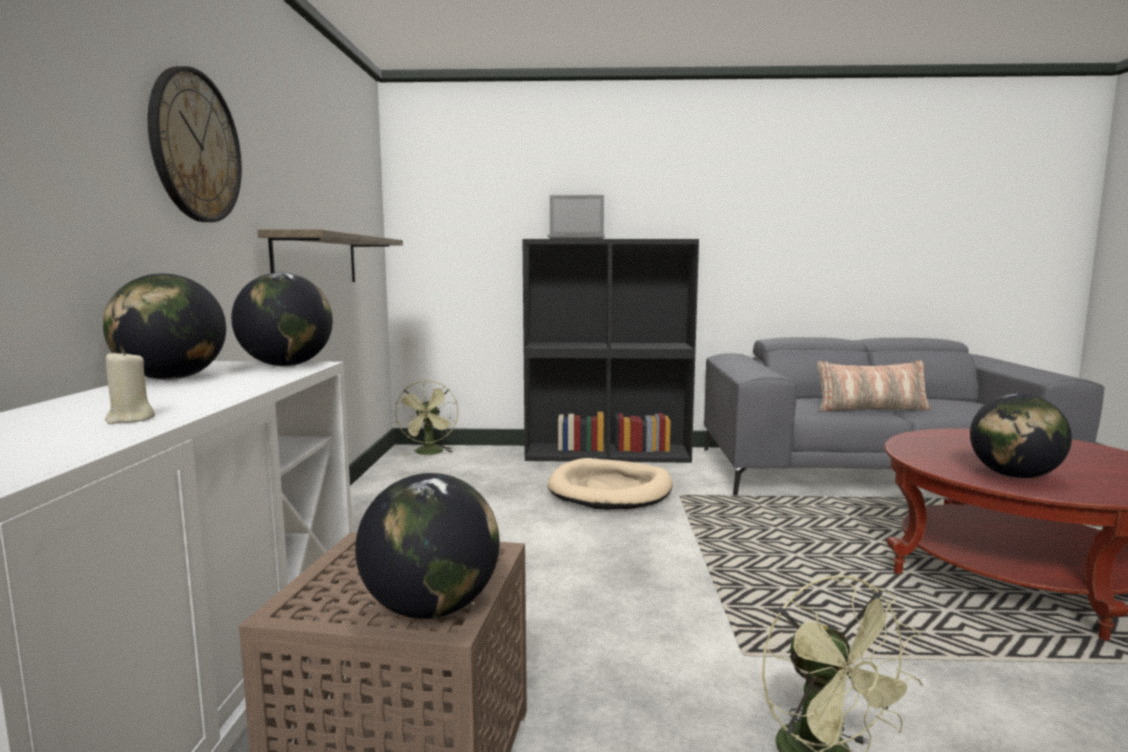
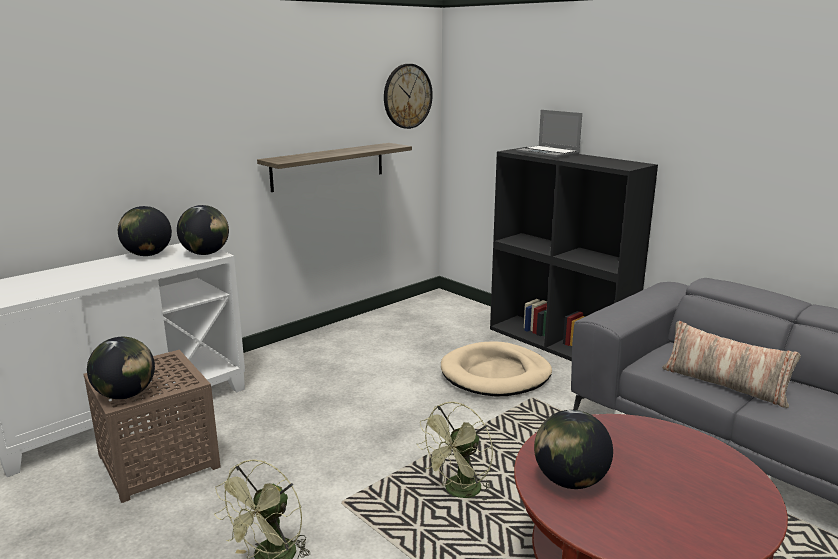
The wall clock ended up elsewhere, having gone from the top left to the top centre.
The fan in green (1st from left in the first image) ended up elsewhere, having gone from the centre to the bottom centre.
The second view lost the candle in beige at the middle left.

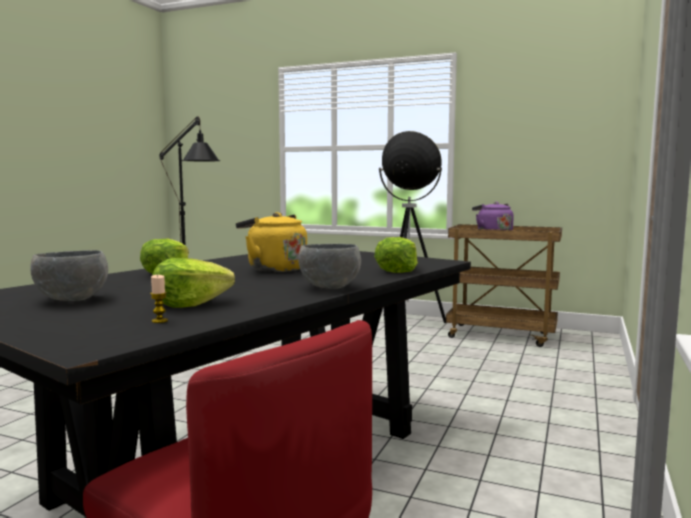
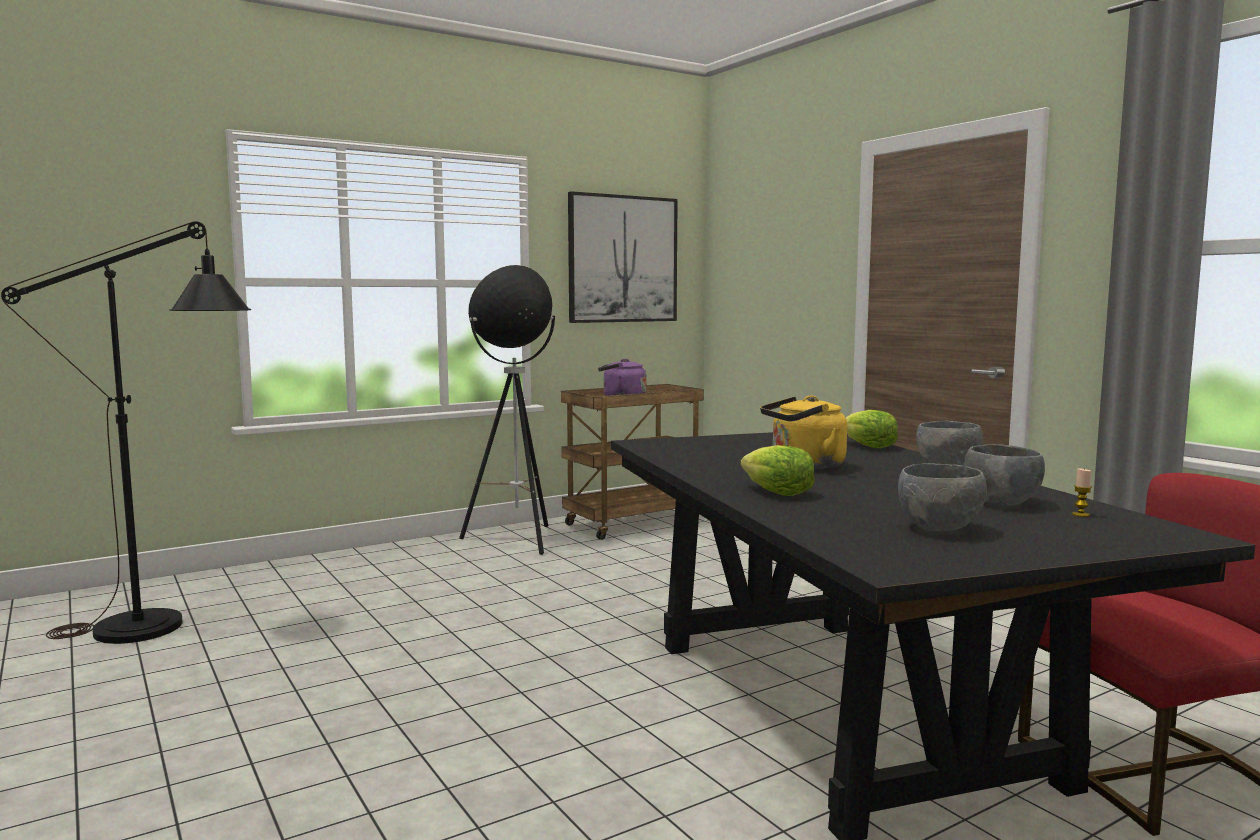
The second view gained the picture at the top centre.
Where the lettuce (2nd from left) stood at the middle left, the bowl in grey (3rd from left) came to stand at the middle right.

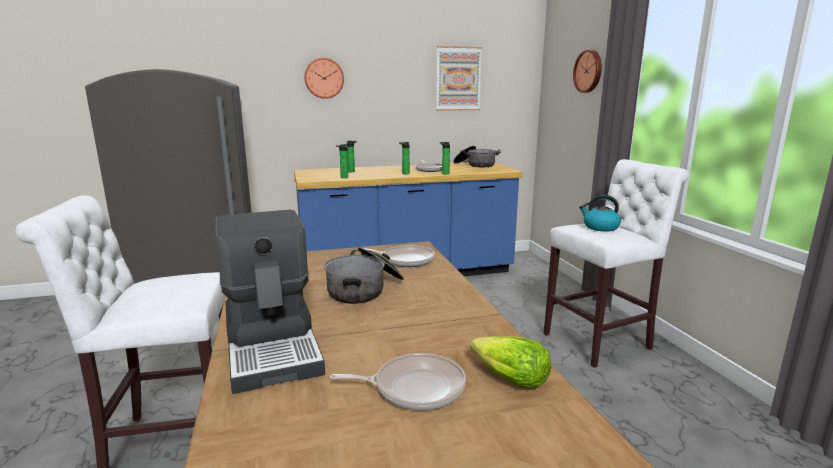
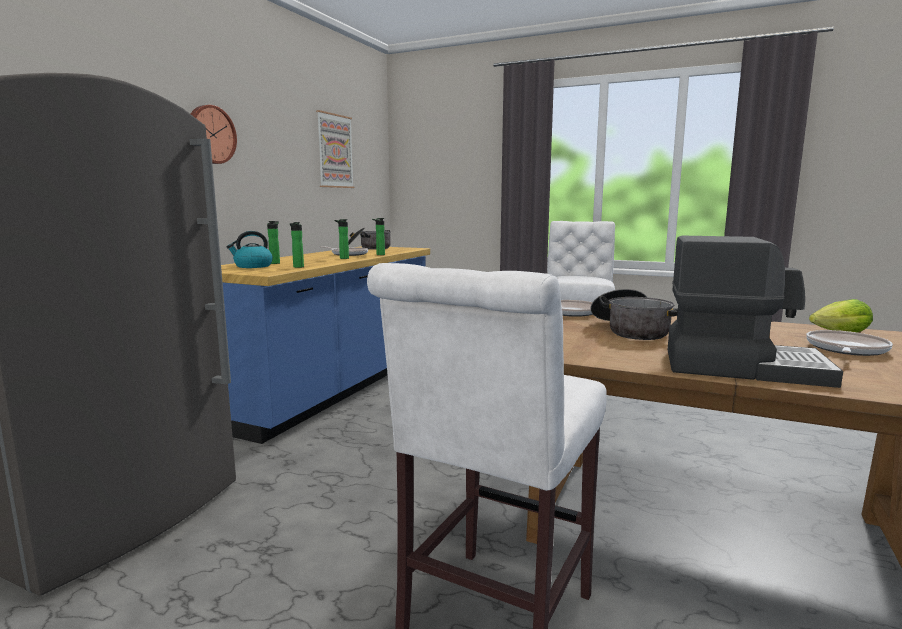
The kettle ended up elsewhere, having gone from the middle right to the middle left.
The second view lost the wall clock (2nd from left) at the top right.

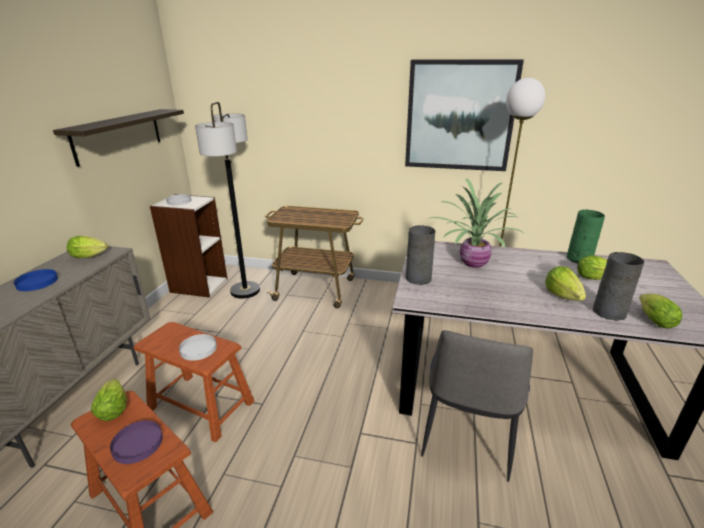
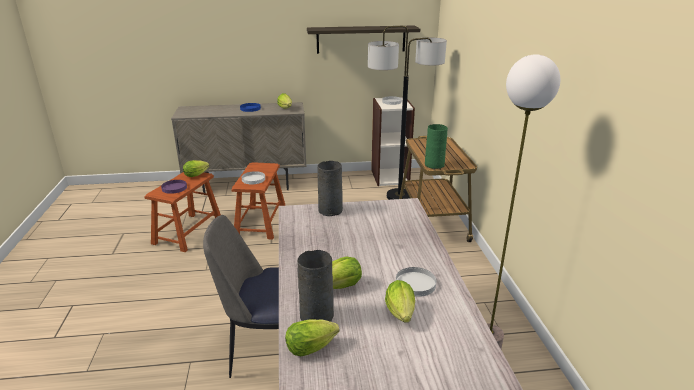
The second view gained the plate in white (3rd from left) at the bottom centre.
The vase in green ended up elsewhere, having gone from the middle right to the centre.
The second view lost the picture at the top centre.
The second view lost the potted plant at the middle right.

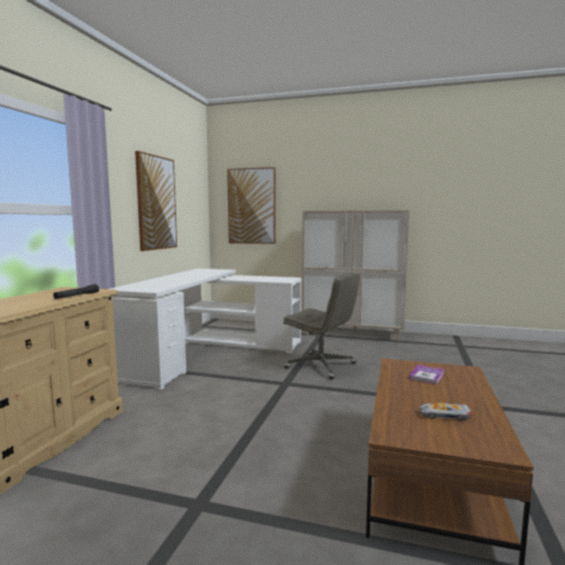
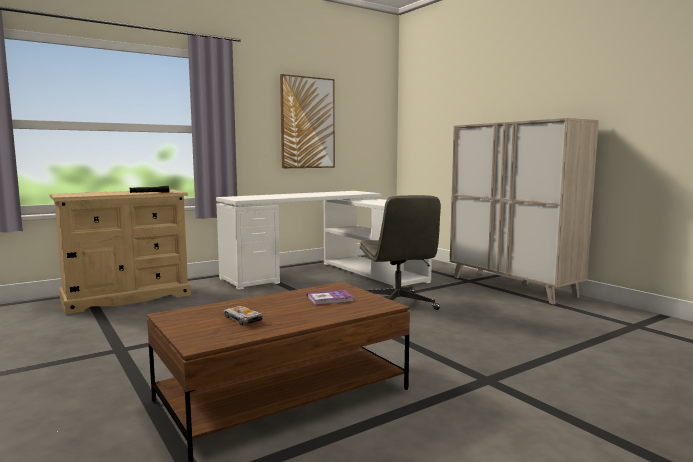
The second view lost the picture (2nd from left) at the centre.

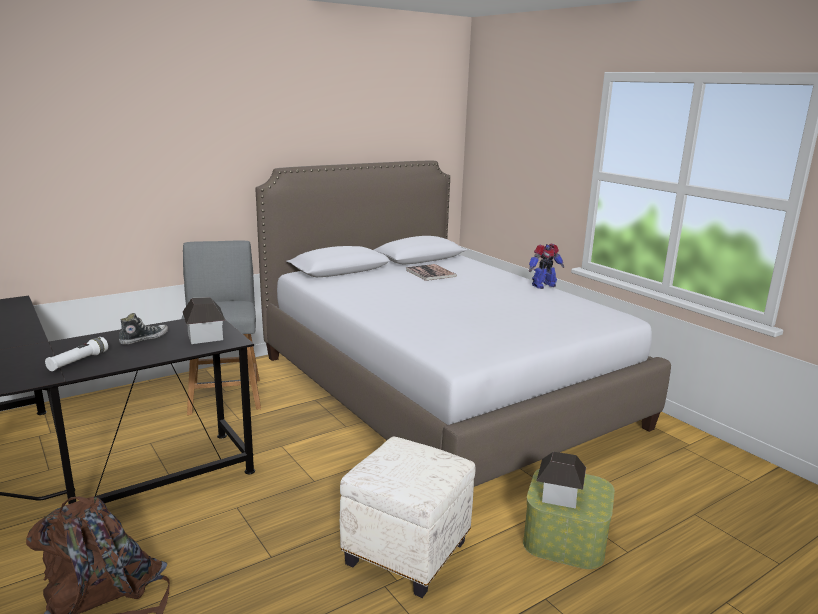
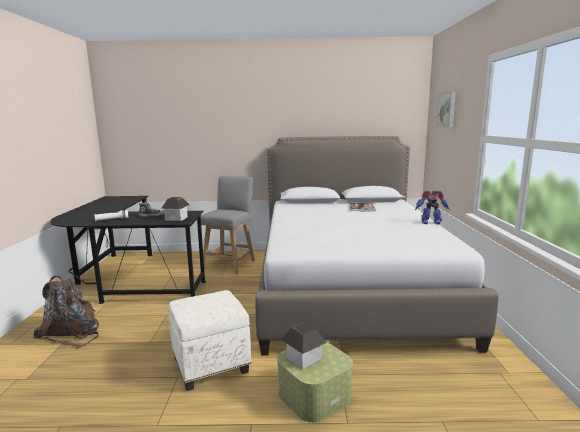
The second view gained the picture at the top right.

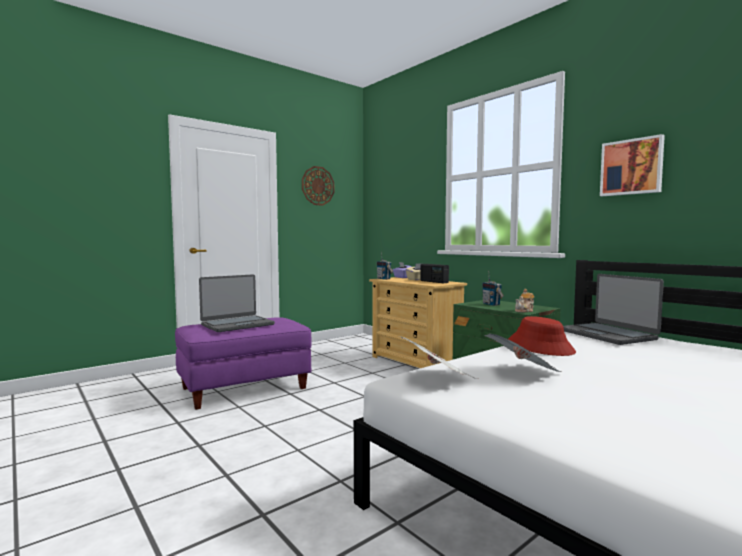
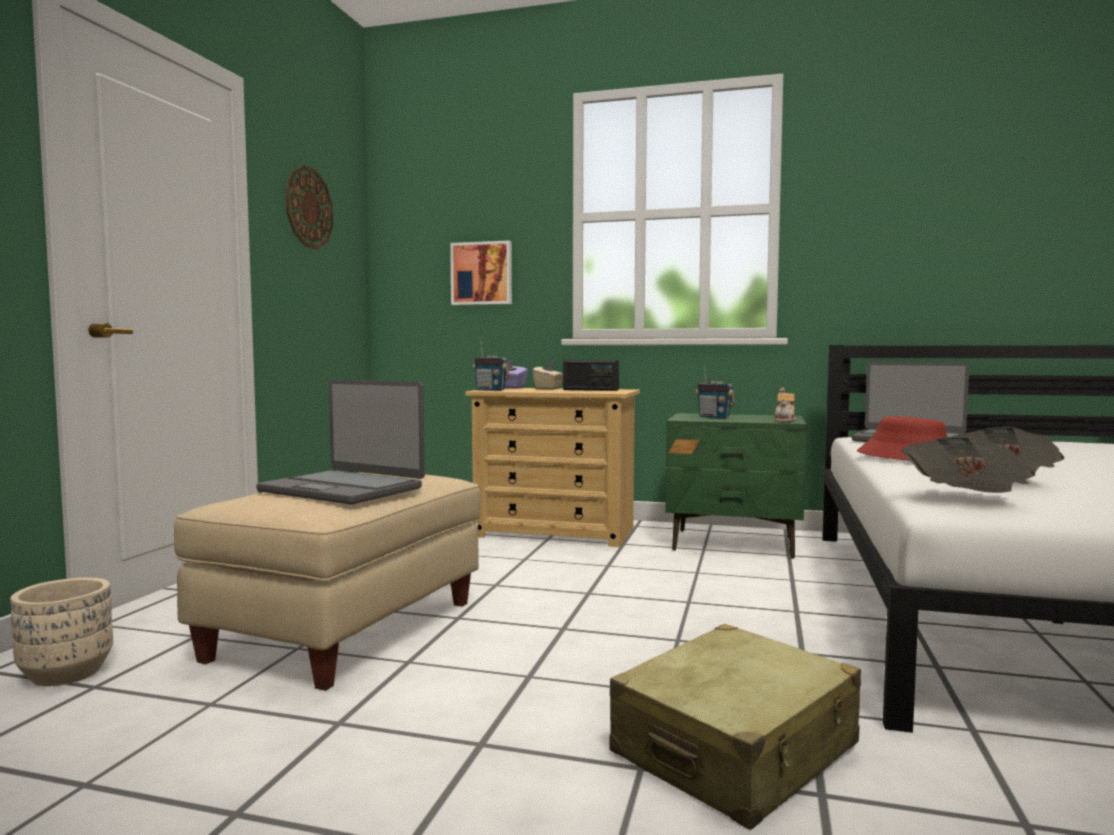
The second view gained the planter in beige at the bottom left.
What was the ottoman in purple at the middle left turned into the ottoman in beige at the bottom left.
The laptop (1st from left) at the middle left ended up facing another way, 105 degrees clockwise from before.
The picture ended up elsewhere, having gone from the top right to the top centre.
The second view gained the suitcase in beige at the bottom centre.

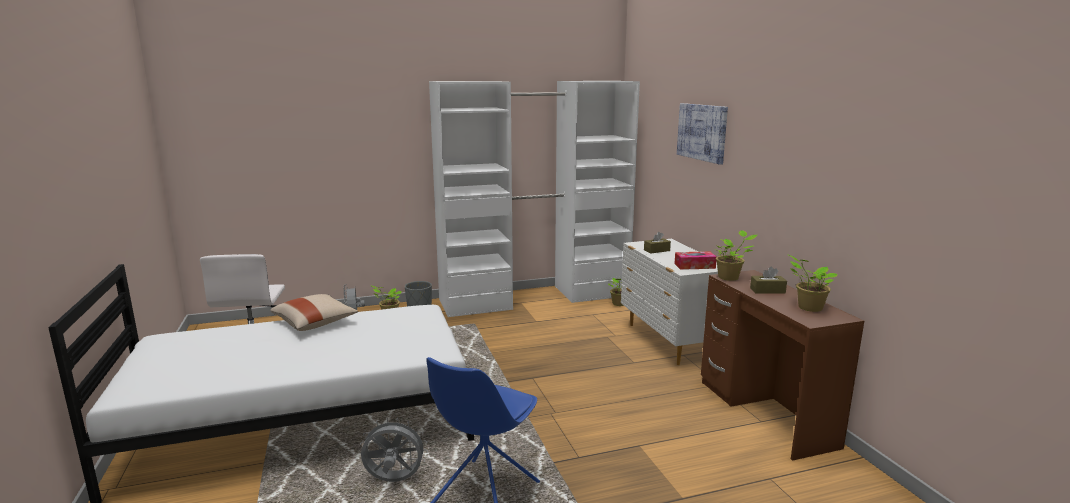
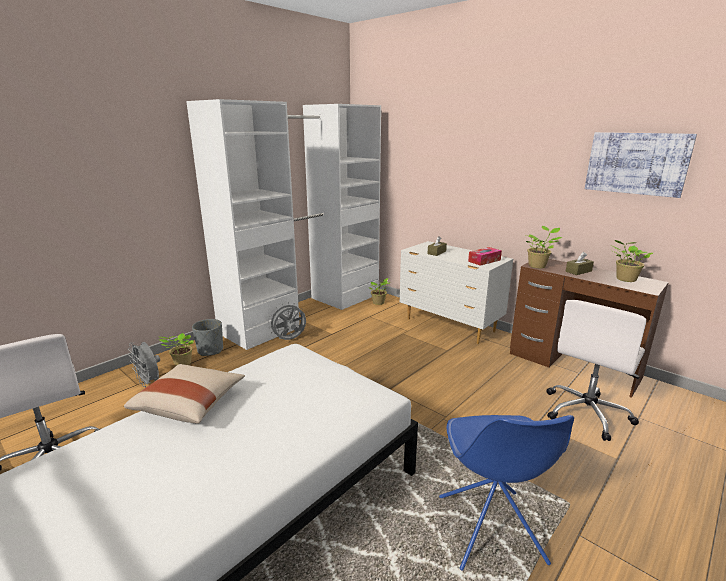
The fan in grey (2nd from left) ended up elsewhere, having gone from the bottom centre to the centre.
The second view gained the office chair in white (2nd from left) at the middle right.
The picture ended up elsewhere, having gone from the top centre to the top right.

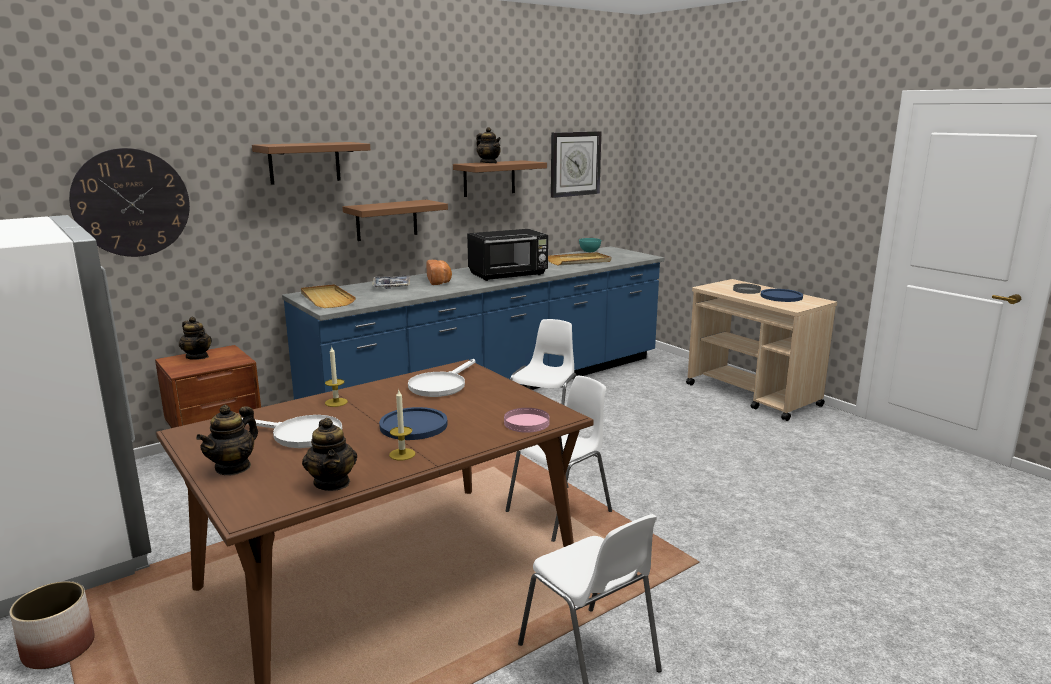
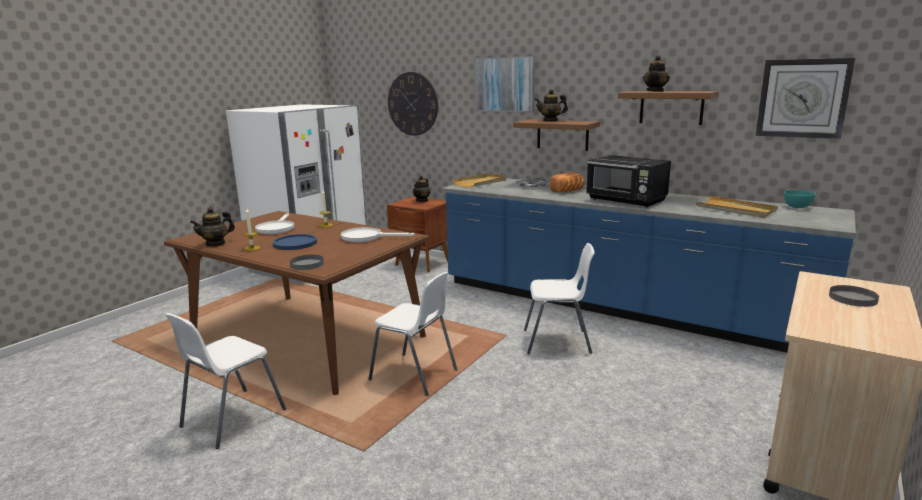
What was the plate in pink at the centre turned into the plate in grey (1st from left) at the middle left.
Where the shelf in brown (1st from left) hung at the top left, the picture came to hang at the top centre.
The teapot (2nd from left in the first image) ended up elsewhere, having gone from the middle left to the top centre.
The second view lost the planter at the bottom left.
The second view lost the plate in blue (2nd from left) at the middle right.

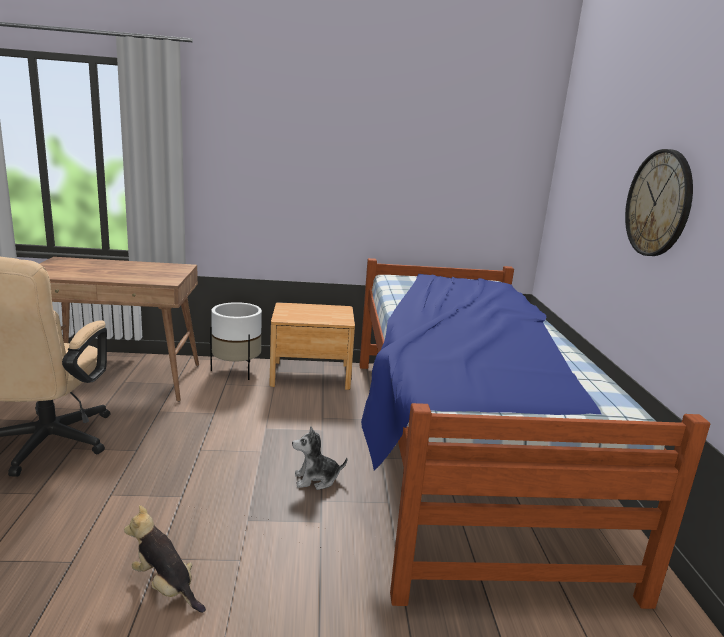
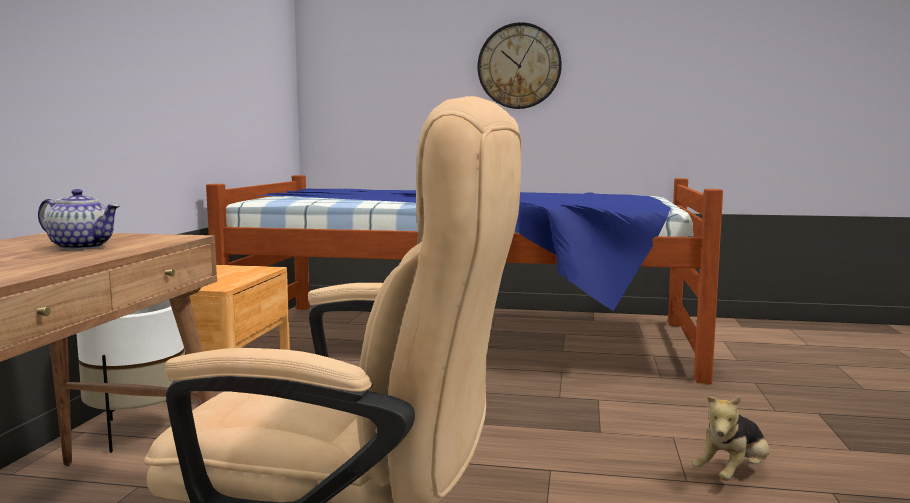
The second view gained the teapot at the middle left.
The second view lost the plush toy (2nd from left) at the bottom centre.

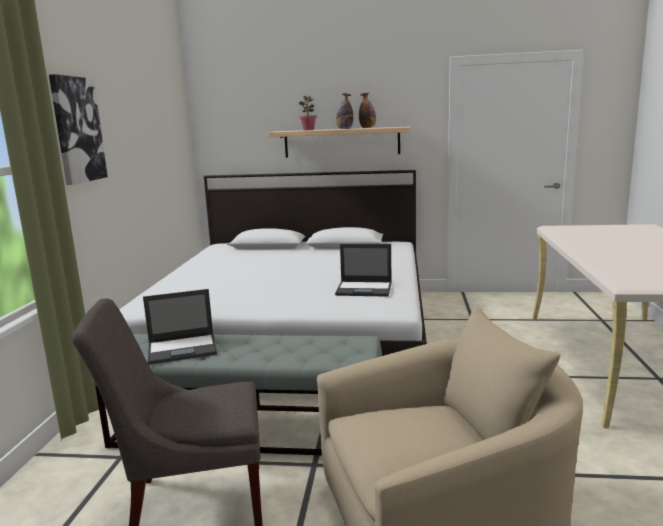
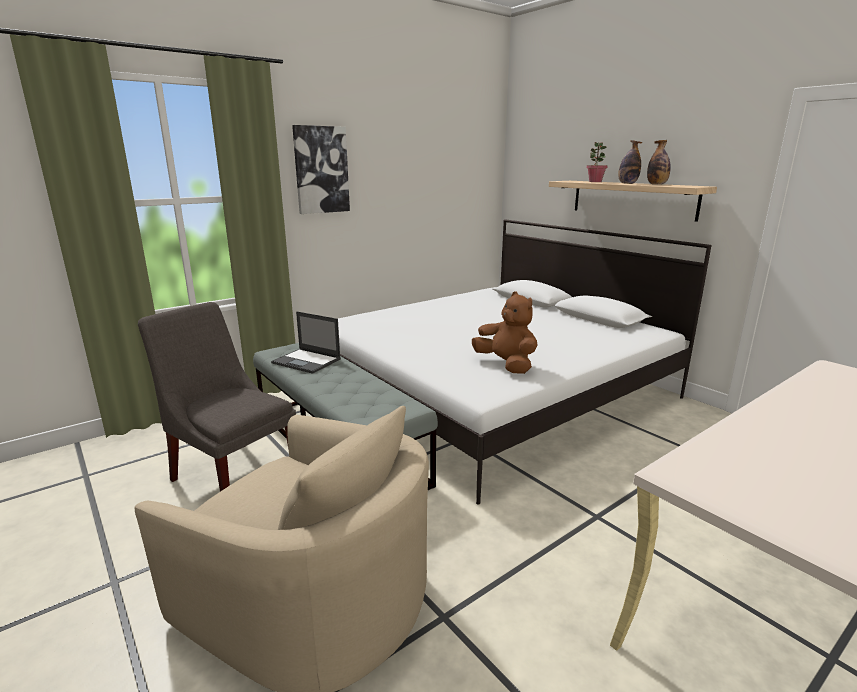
Where the laptop (2nd from left) stood at the centre, the plush toy in brown came to stand at the centre.

